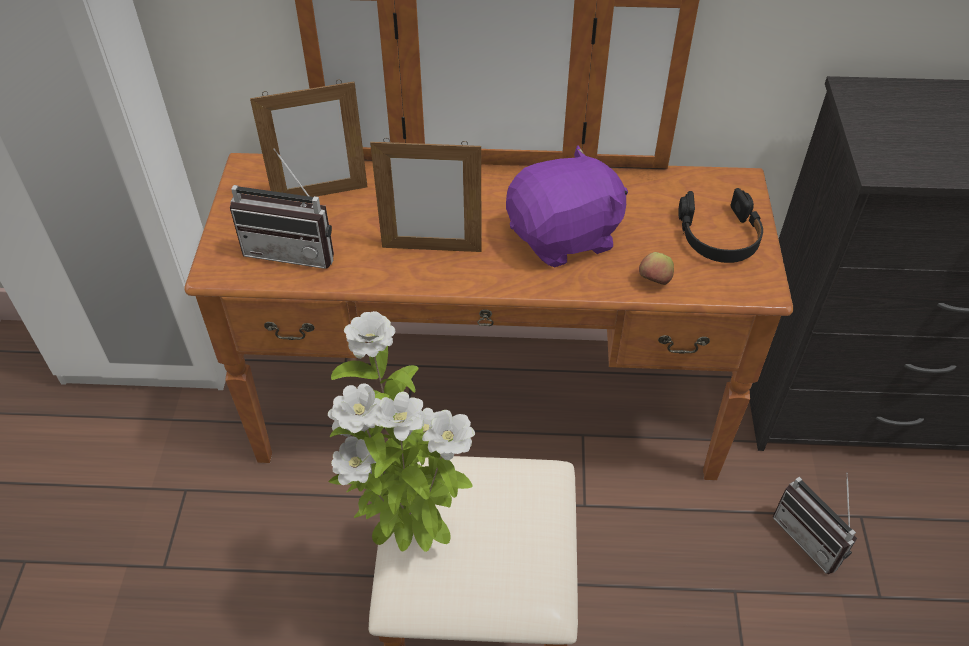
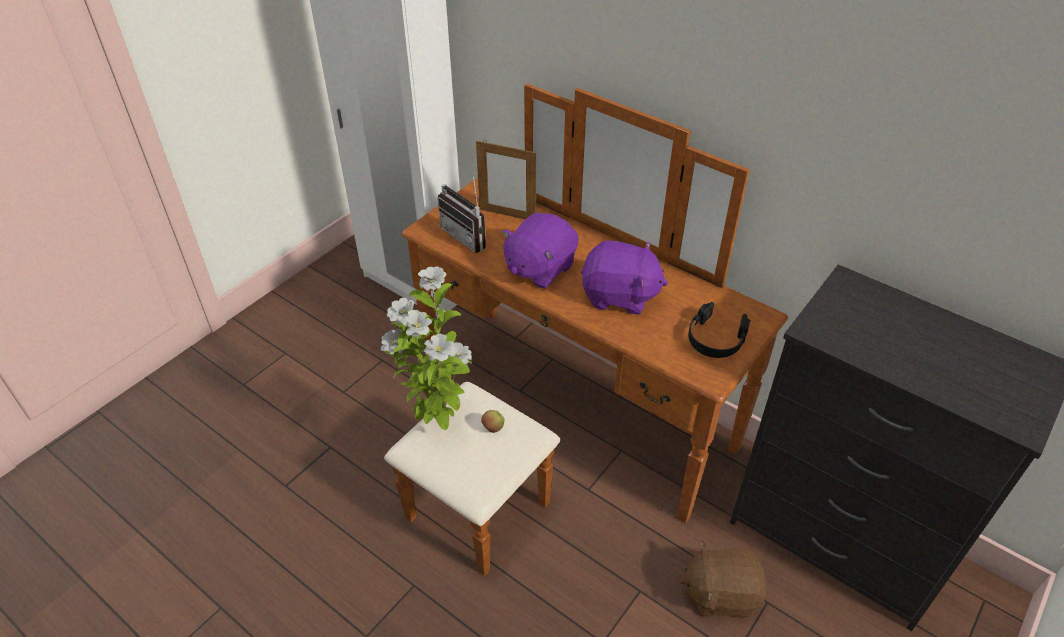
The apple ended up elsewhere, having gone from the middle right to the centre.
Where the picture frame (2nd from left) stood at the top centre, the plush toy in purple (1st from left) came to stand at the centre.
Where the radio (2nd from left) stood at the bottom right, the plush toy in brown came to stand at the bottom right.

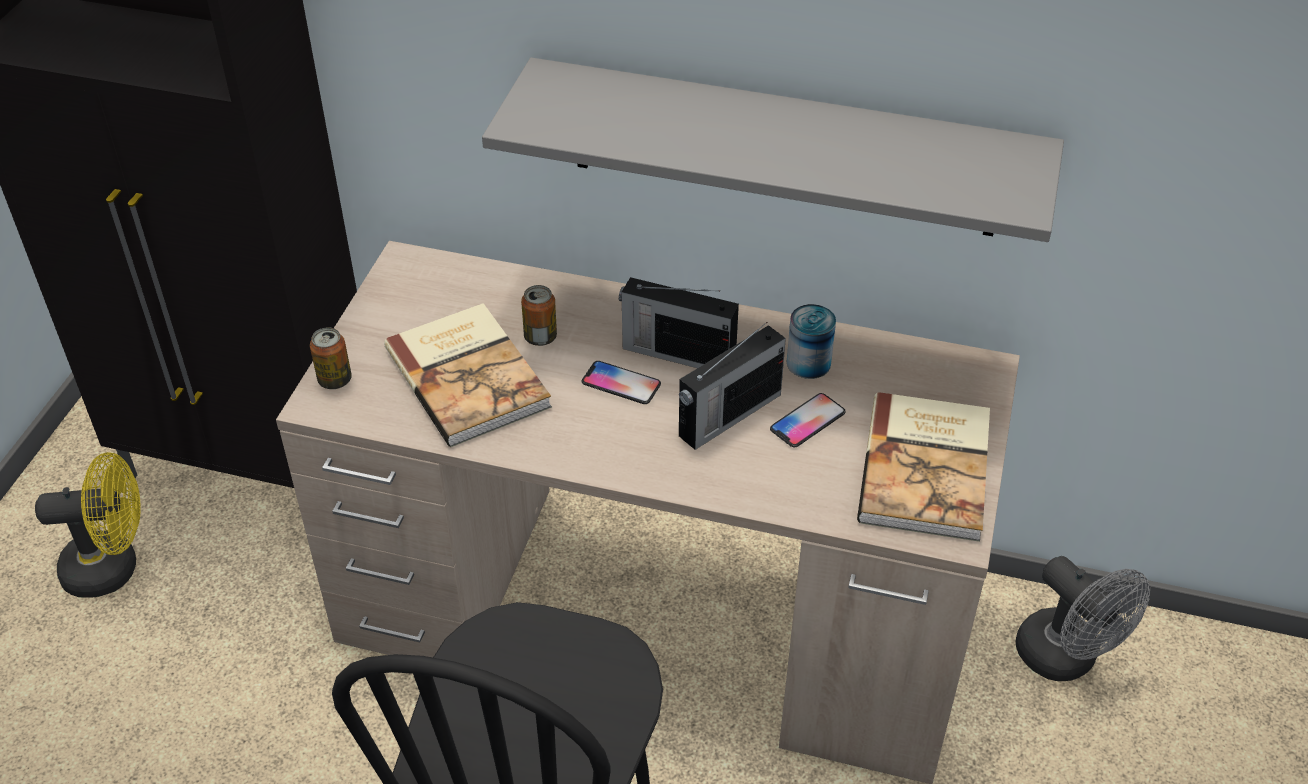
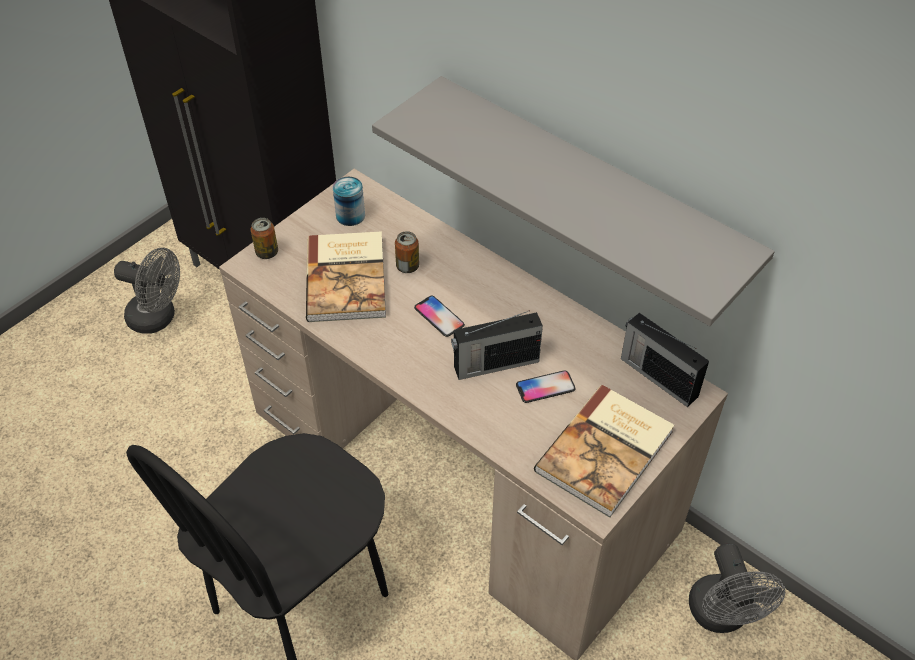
What was the fan in yellow at the bottom left turned into the fan in grey (1st from left) at the middle left.
The can (3rd from left in the first image) ended up elsewhere, having gone from the centre to the top centre.
The radio (1st from left in the first image) ended up elsewhere, having gone from the centre to the middle right.

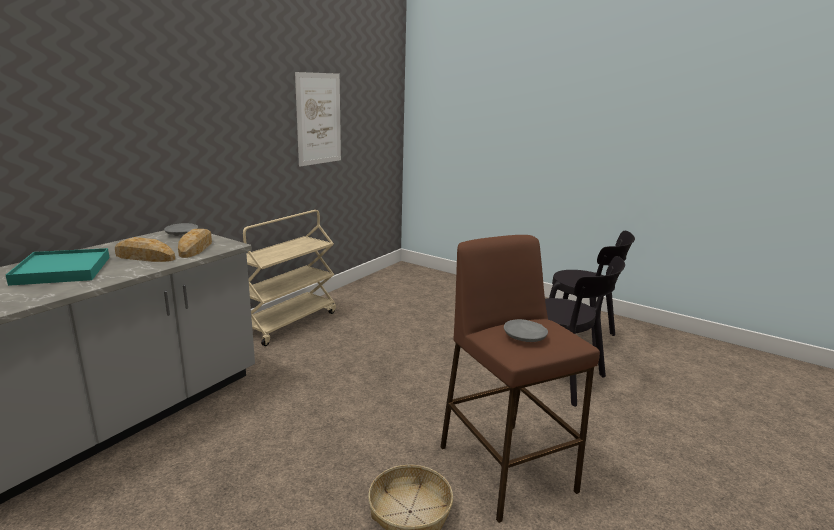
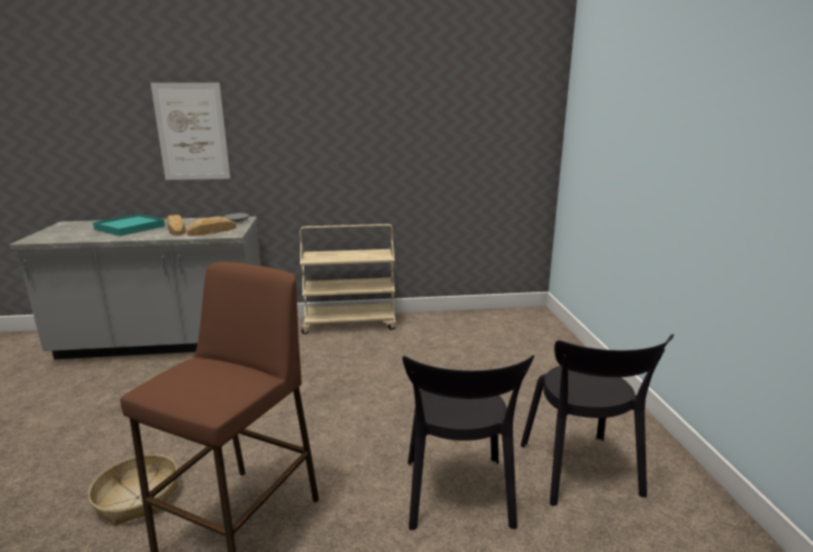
The picture ended up elsewhere, having gone from the top centre to the top left.
The second view lost the plate in grey (2nd from left) at the centre.

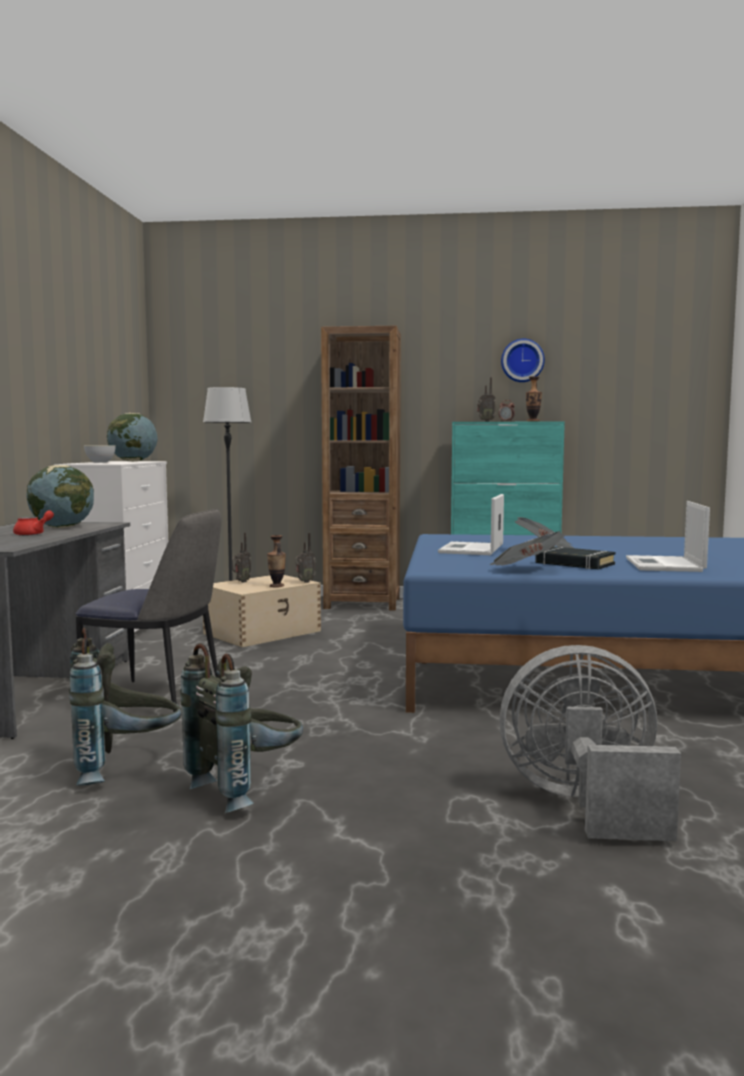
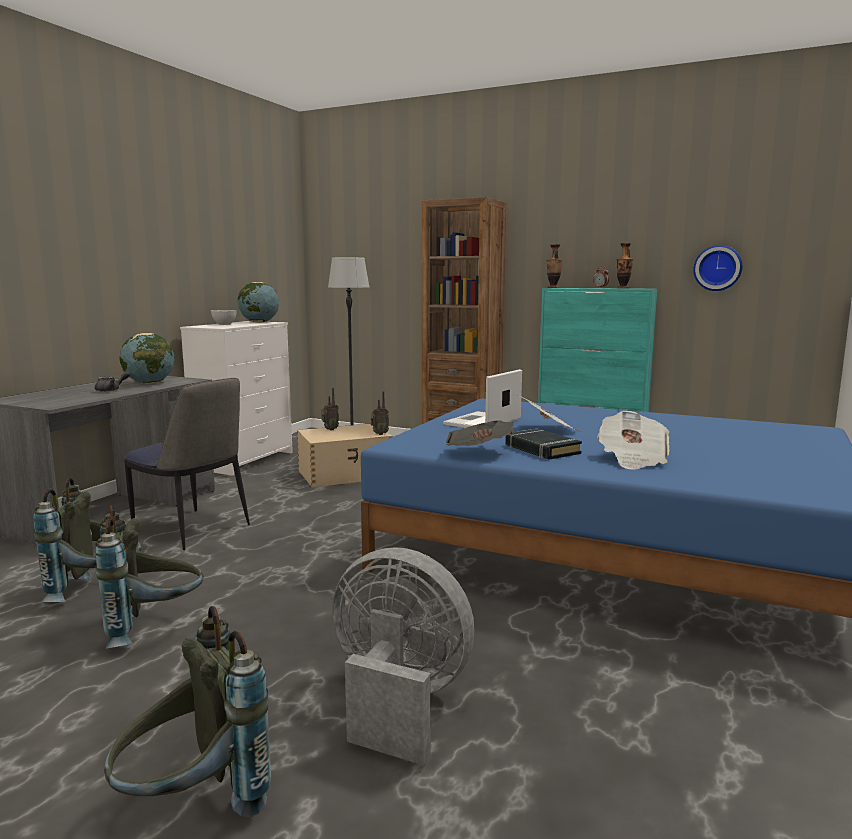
What was the teapot in red at the middle left turned into the teapot in grey at the middle left.
The second view gained the backpack in grey (3rd from left) at the bottom left.
The vase (1st from left) ended up elsewhere, having gone from the centre to the top centre.
Where the laptop (2nd from left) stood at the middle right, the newspaper (3rd from left) came to stand at the middle right.
The wall clock ended up elsewhere, having gone from the middle right to the top right.
The second view lost the radio (3rd from left) at the centre.

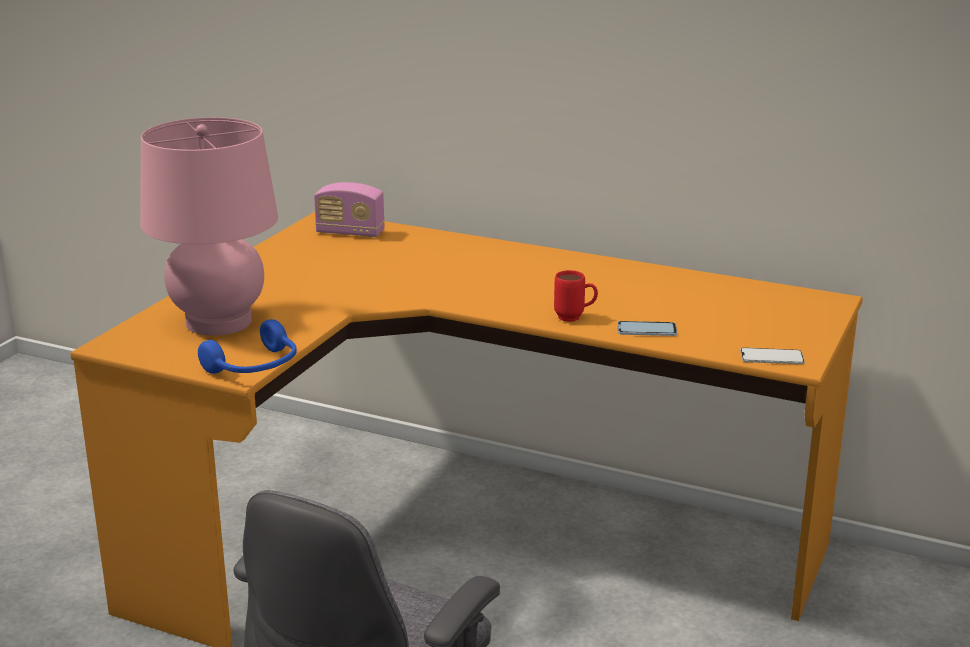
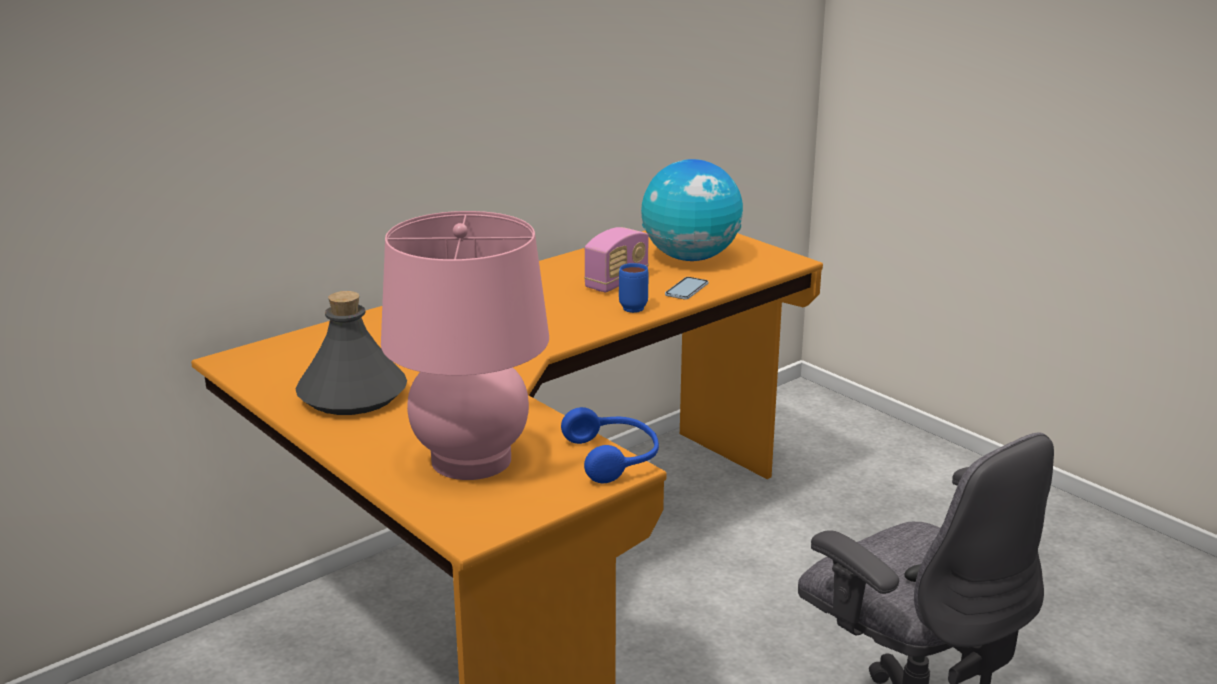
The second view gained the bottle in grey at the middle left.
The radio ended up elsewhere, having gone from the top centre to the centre.
What was the mug in red at the centre turned into the mug in blue at the centre.
The second view gained the globe at the top centre.
The second view lost the phone (2nd from left) at the middle right.

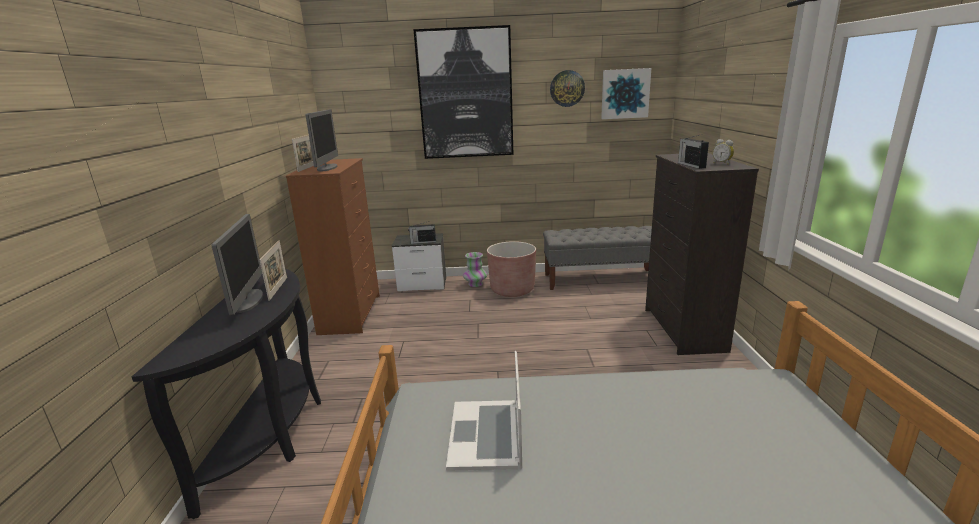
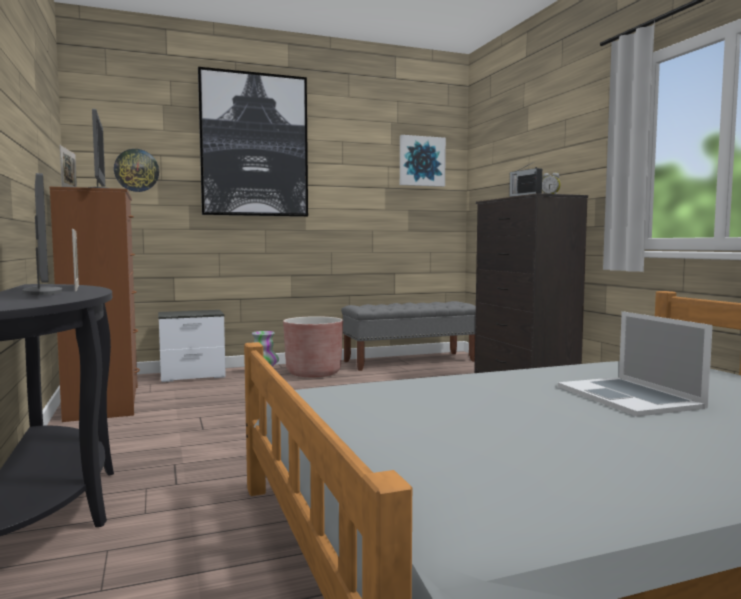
The wall clock ended up elsewhere, having gone from the top centre to the top left.
The laptop ended up elsewhere, having gone from the bottom centre to the middle right.
The second view lost the radio (1st from left) at the centre.

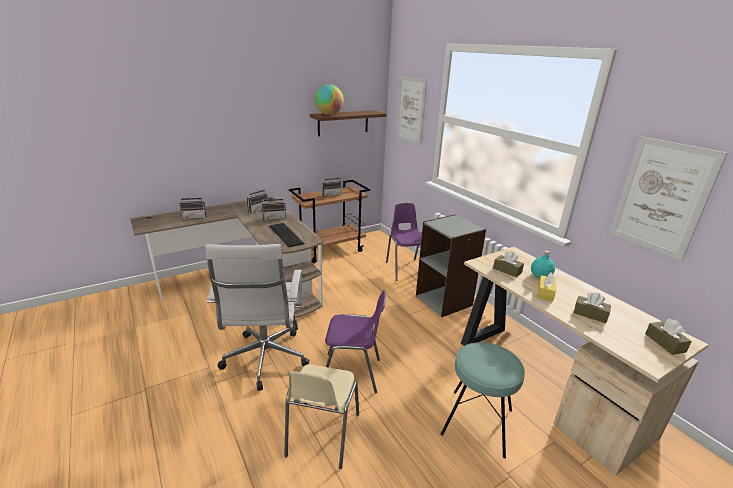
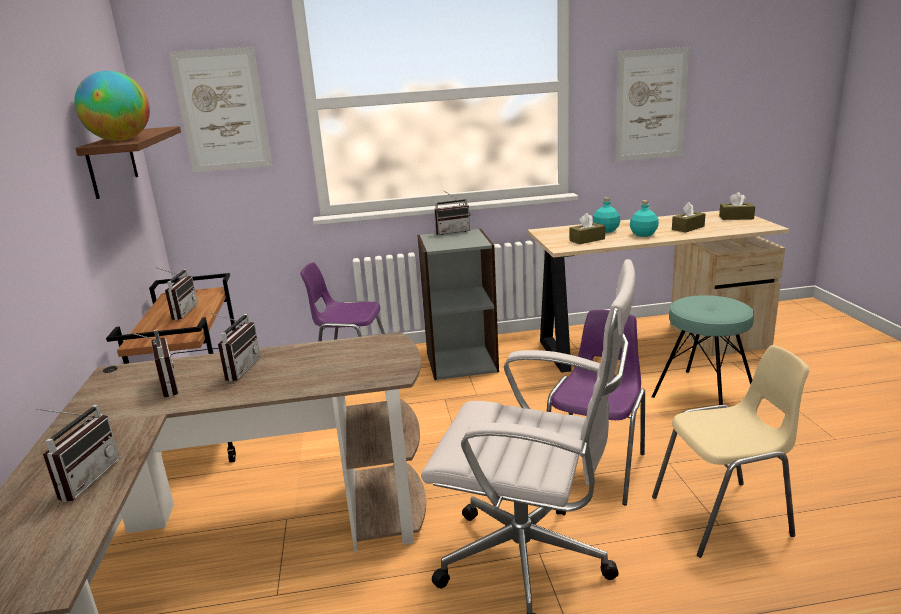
The second view gained the radio (5th from left) at the centre.
Where the tissue box in yellow stood at the middle right, the bottle in turquoise (2nd from left) came to stand at the middle right.
The chair in beige at the bottom centre ended up facing another way, 45 degrees counterclockwise from before.
The second view lost the keyboard at the centre.

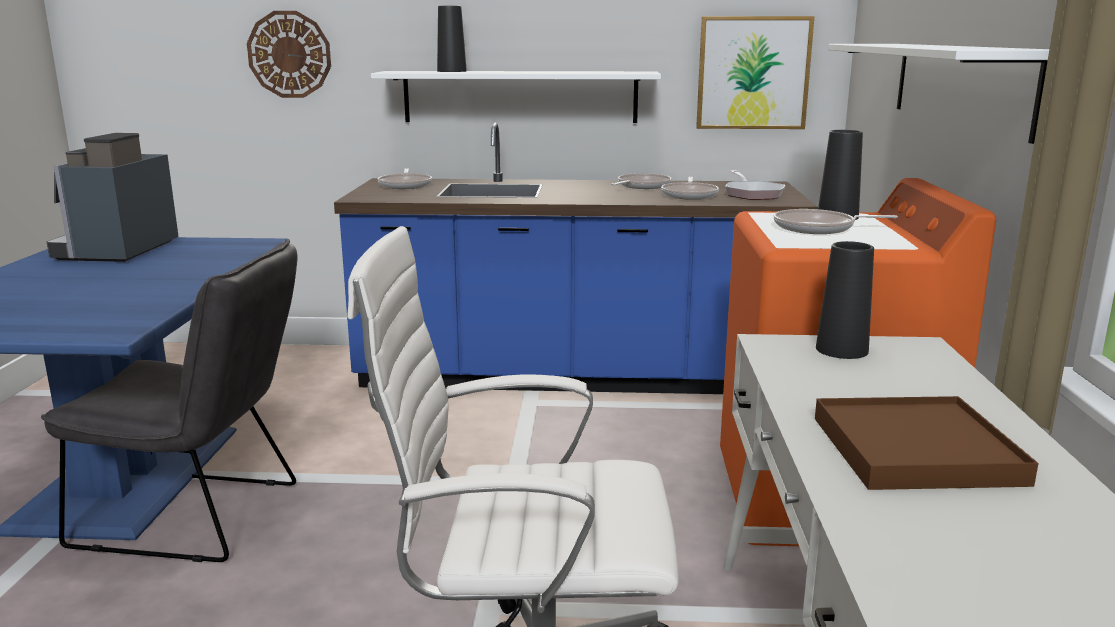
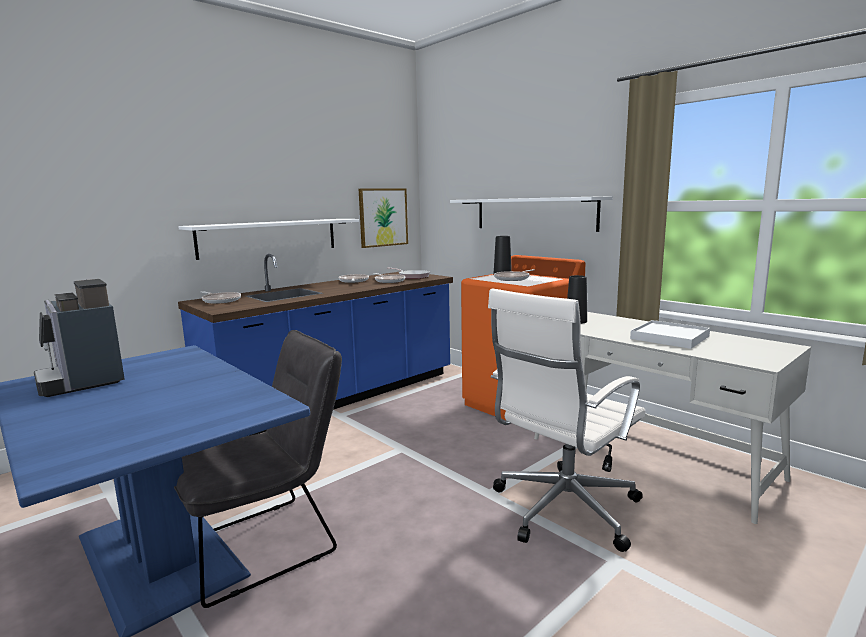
What was the tray in brown at the bottom right turned into the tray in white at the middle right.
The second view lost the wall clock at the top left.
The second view lost the vase in black (1st from left) at the top centre.

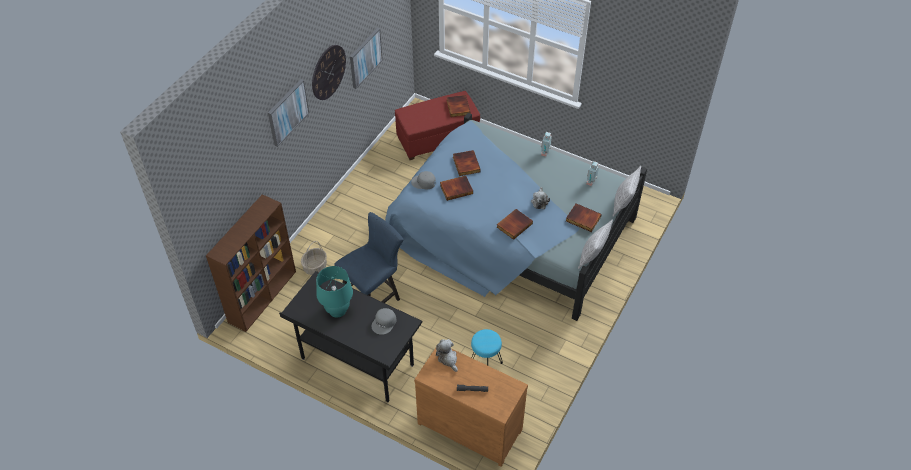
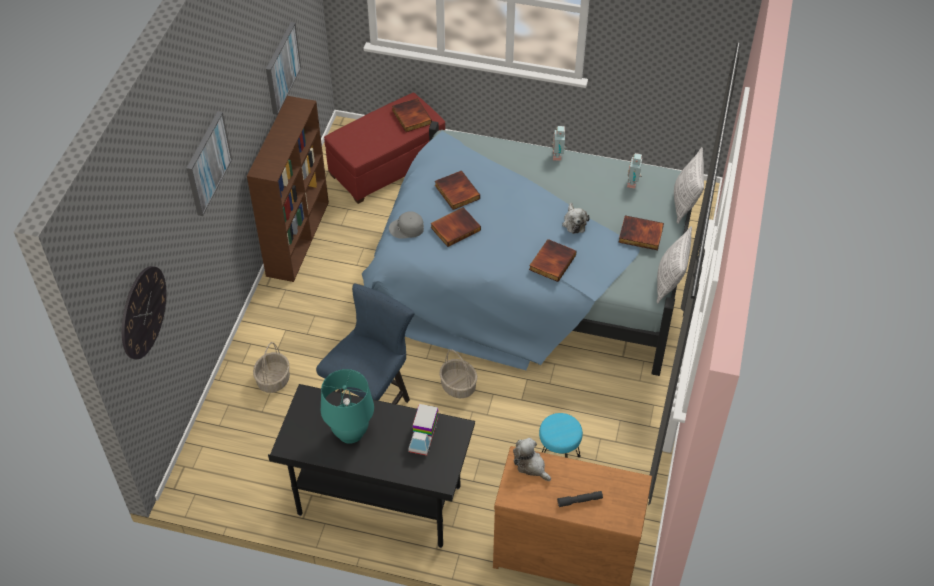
The wall clock ended up elsewhere, having gone from the top centre to the middle left.
The bookcase in brown ended up elsewhere, having gone from the middle left to the top left.
Where the cap in grey (1st from left) stood at the bottom centre, the toy truck came to stand at the bottom centre.
The second view gained the basket (2nd from left) at the centre.

